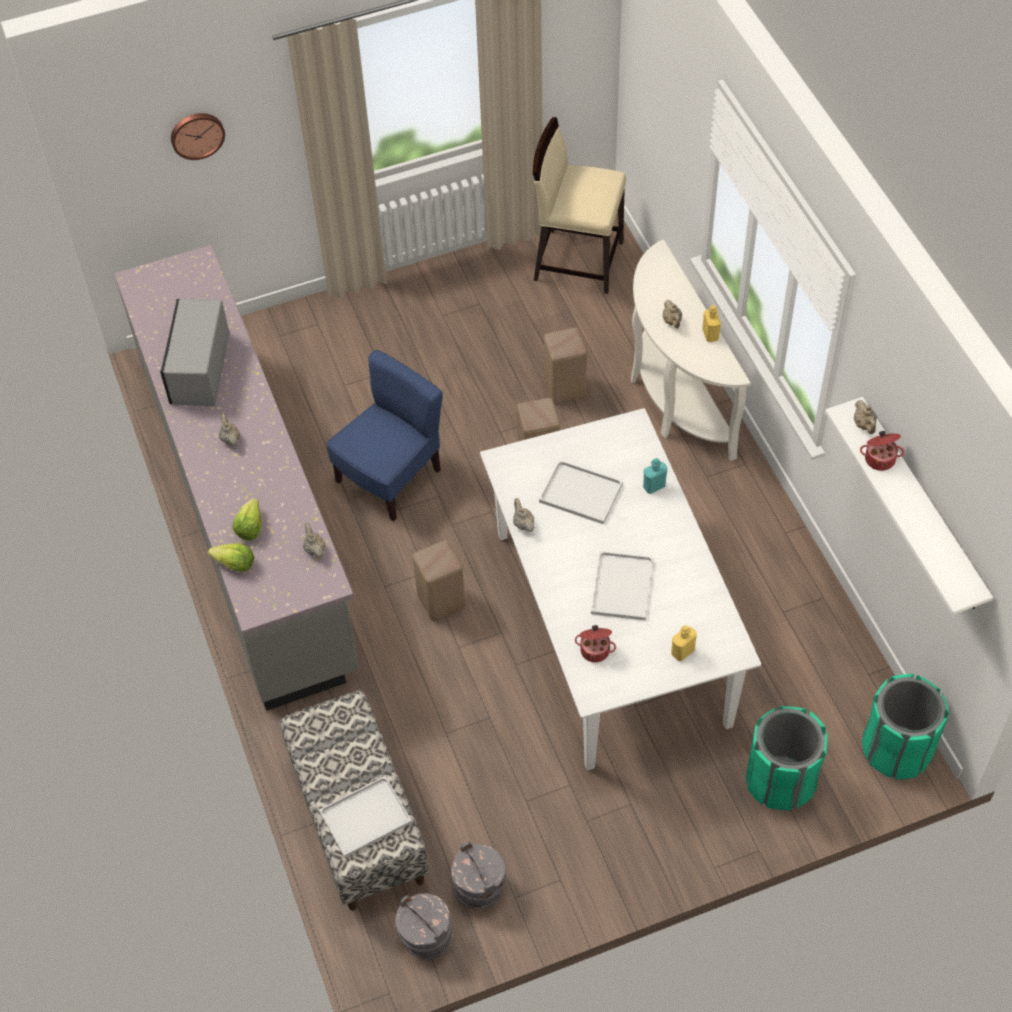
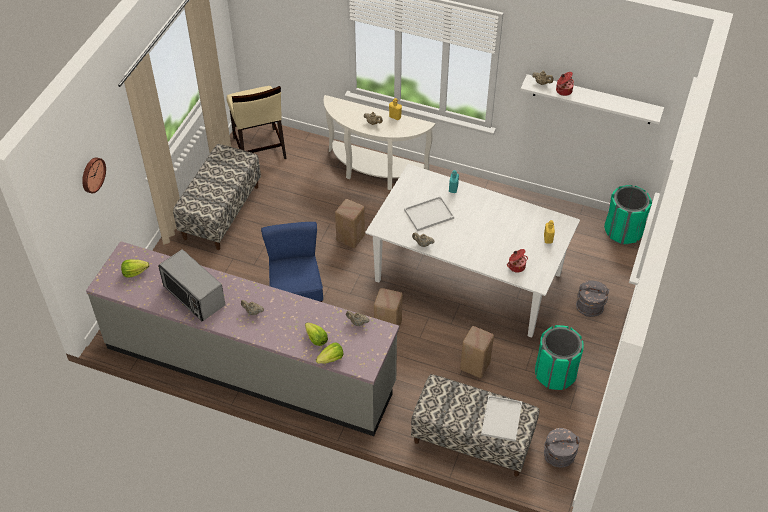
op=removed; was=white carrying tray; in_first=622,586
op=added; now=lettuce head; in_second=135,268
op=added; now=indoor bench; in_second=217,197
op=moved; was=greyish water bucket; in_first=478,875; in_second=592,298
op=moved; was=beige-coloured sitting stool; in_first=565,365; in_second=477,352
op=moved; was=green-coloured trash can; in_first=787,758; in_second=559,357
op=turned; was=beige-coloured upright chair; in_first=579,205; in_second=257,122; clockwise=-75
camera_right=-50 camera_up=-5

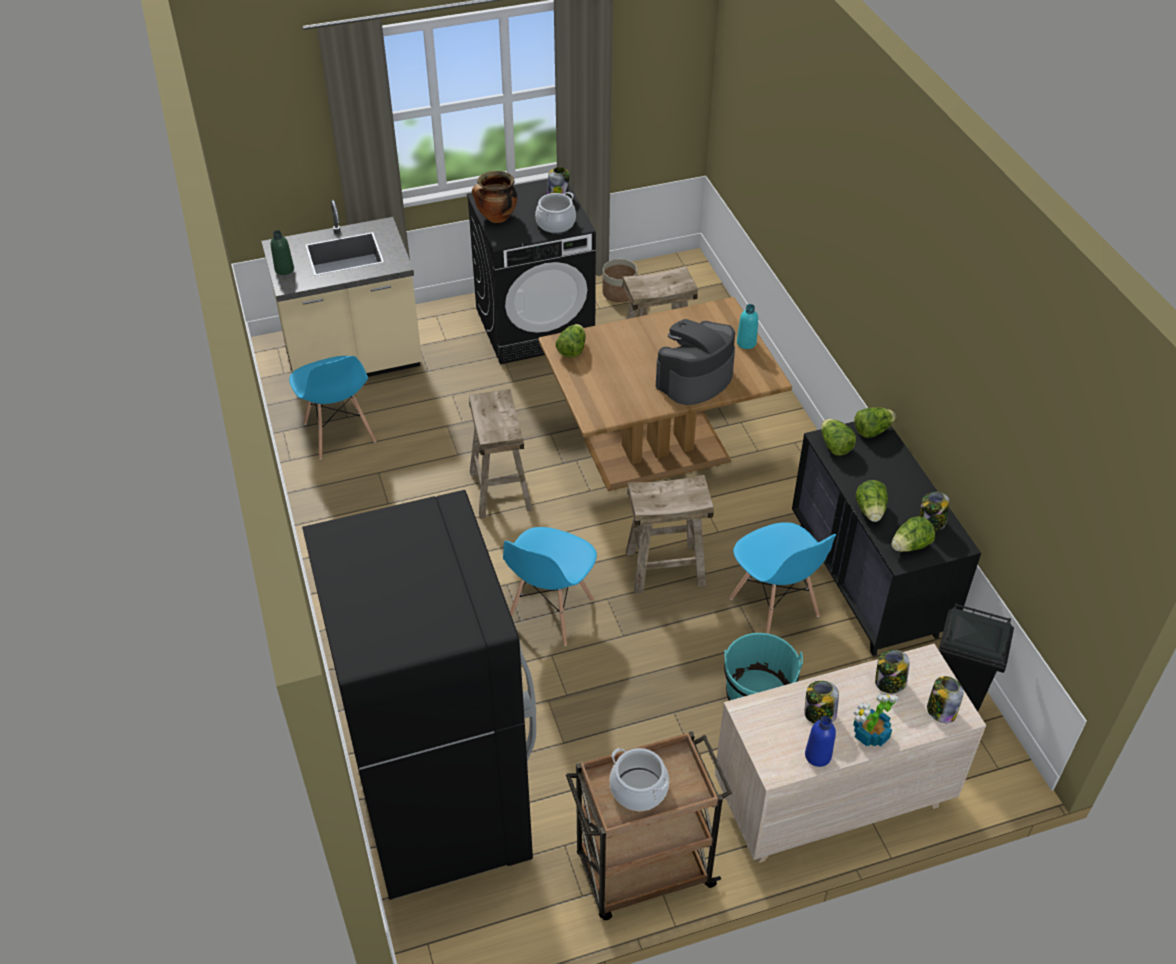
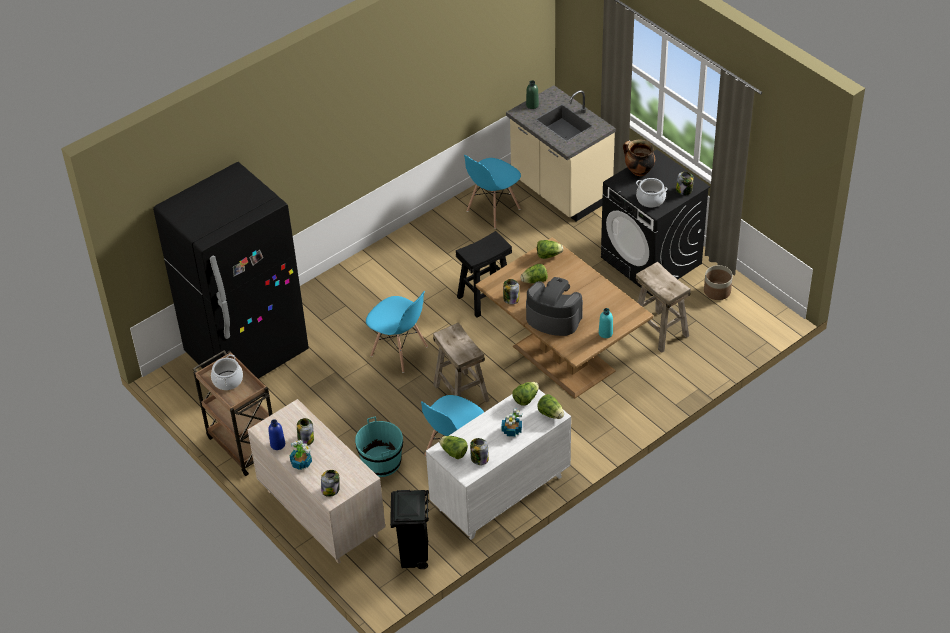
op=added; now=houseplant; in_second=511,423
op=moved; was=lettuce head; in_first=872,501; in_second=534,273
op=moved; was=jar; in_first=892,671; in_second=511,292
op=recoloured; was=beige-coloured sitting stool; now=blackish sitting stool; in_first=501,454; in_second=484,274
op=recoloured; was=blackish chest of drawers; now=white chest of drawers; in_first=886,539; in_second=498,464
op=turned; was=blue upright chair; in_first=550,586; in_second=397,332; clockwise=-150
camera_right=70 camera_up=0

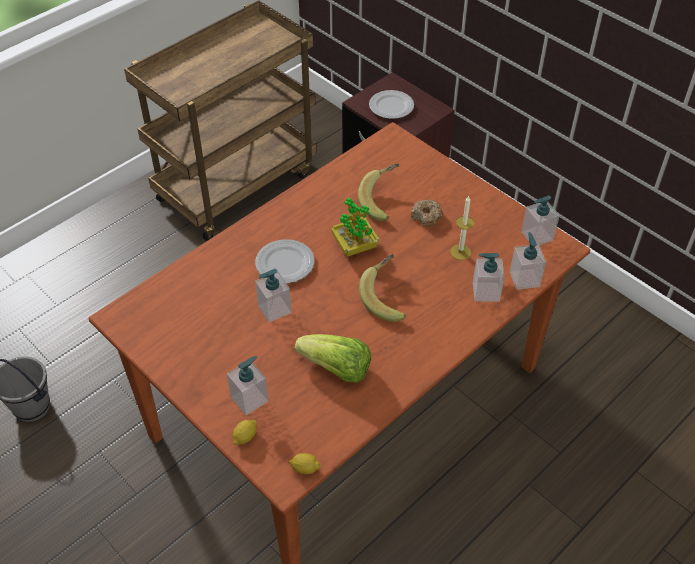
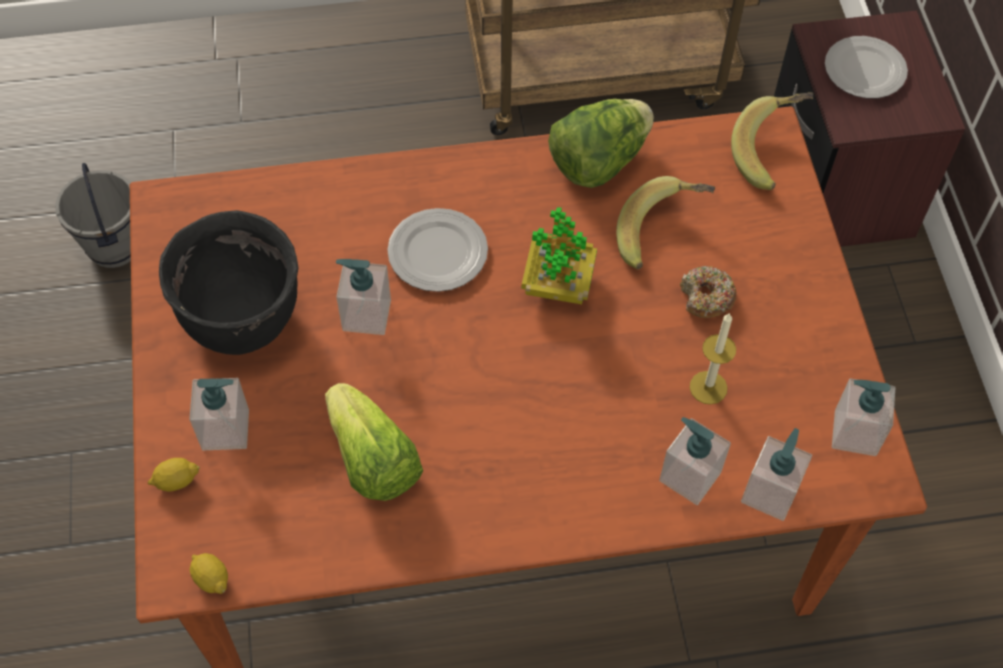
op=added; now=blackish stockpot; in_second=228,282
op=added; now=lettuce head; in_second=601,143
op=moved; was=banana fruit; in_first=382,288; in_second=772,141
camera_right=35 camera_up=10

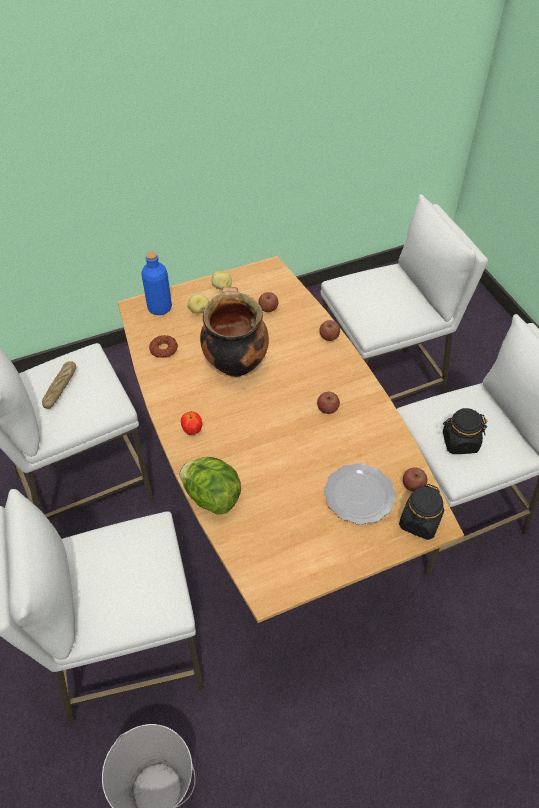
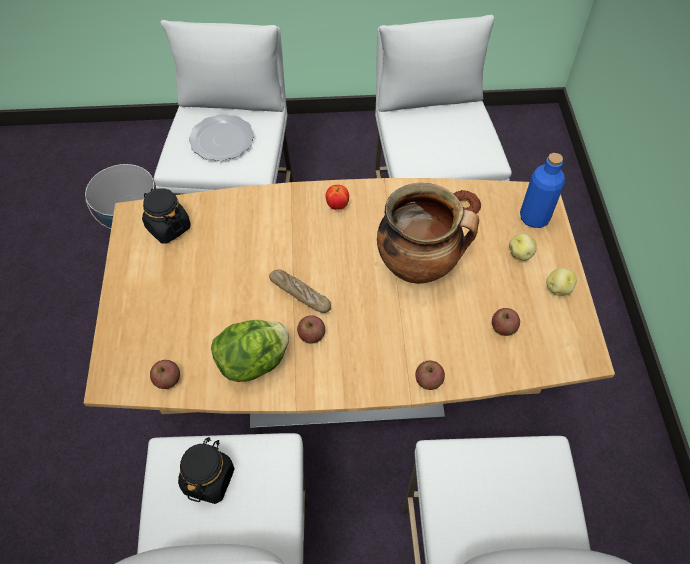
op=moved; was=bakery bread; in_first=59,385; in_second=300,291
op=moved; was=lettuce head; in_first=210,486; in_second=250,351
op=moved; was=plate; in_first=360,494; in_second=221,137
op=moved; was=blackish jar; in_first=421,512; in_second=166,215
camera_right=110 camera_up=5

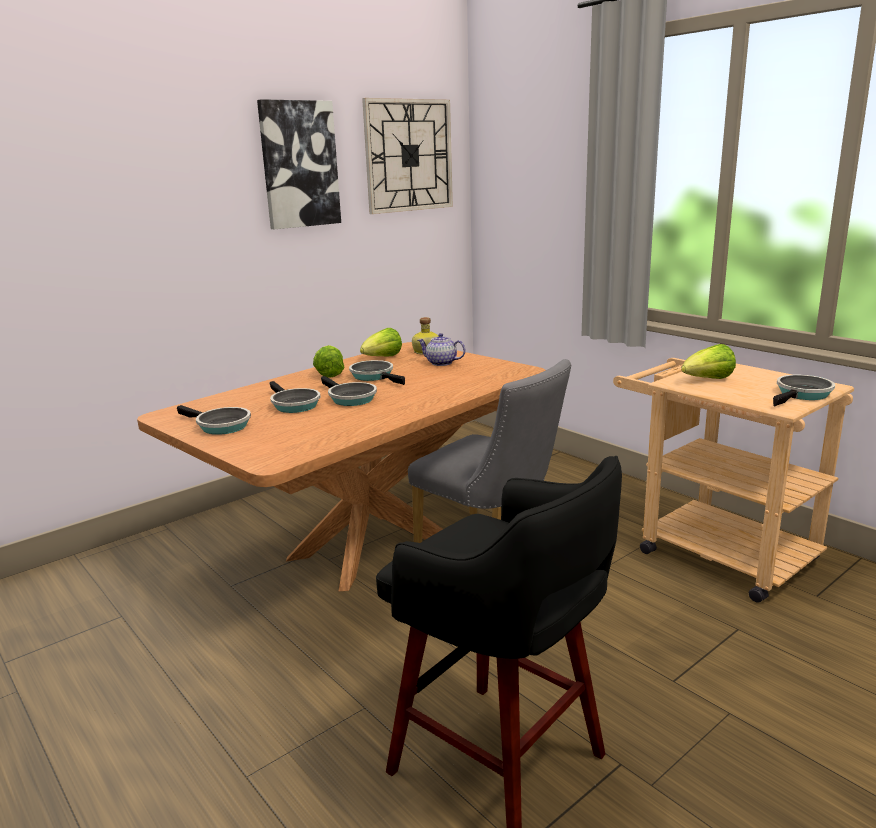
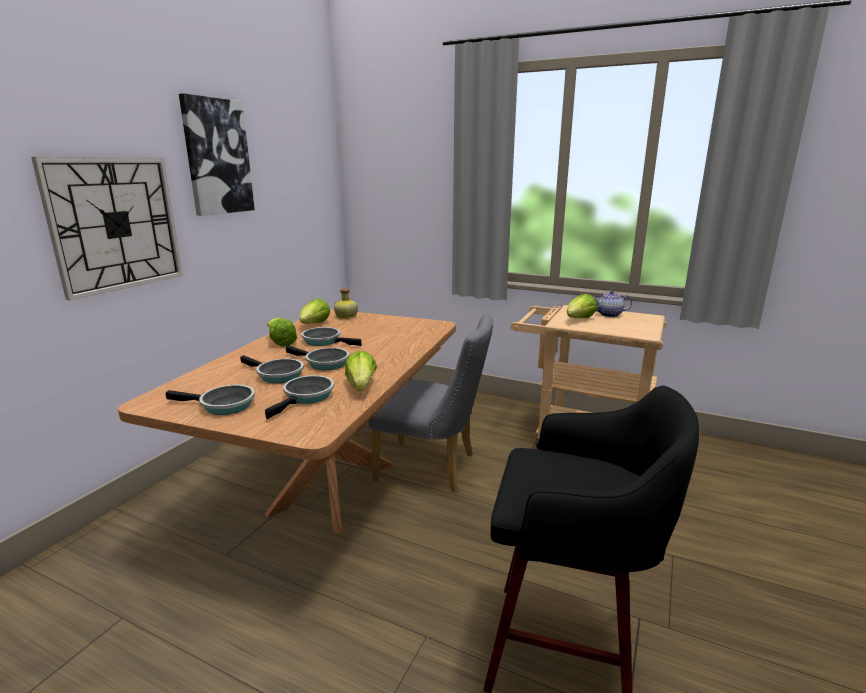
op=added; now=lettuce head; in_second=361,371
op=moved; was=hanging clock; in_first=407,156; in_second=107,229
op=moved; was=tea pot; in_first=442,349; in_second=612,304
op=moved; was=pan; in_first=804,390; in_second=299,397
camera_right=-25 camera_up=0

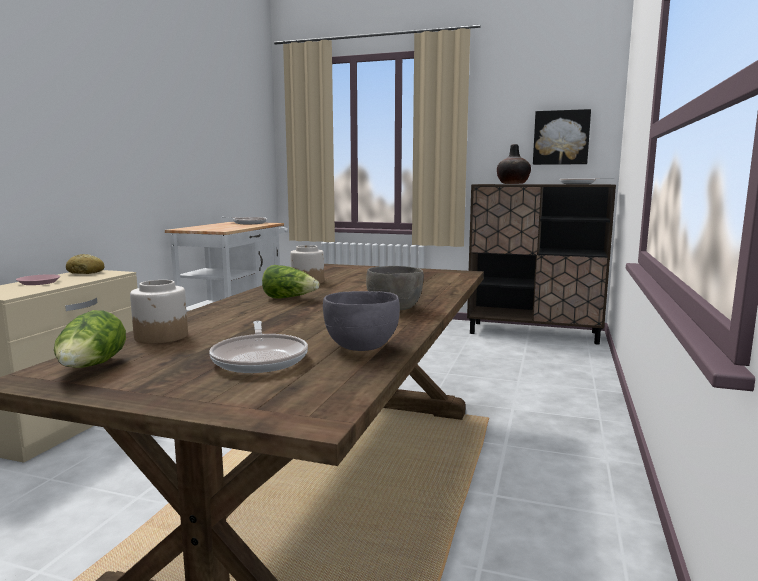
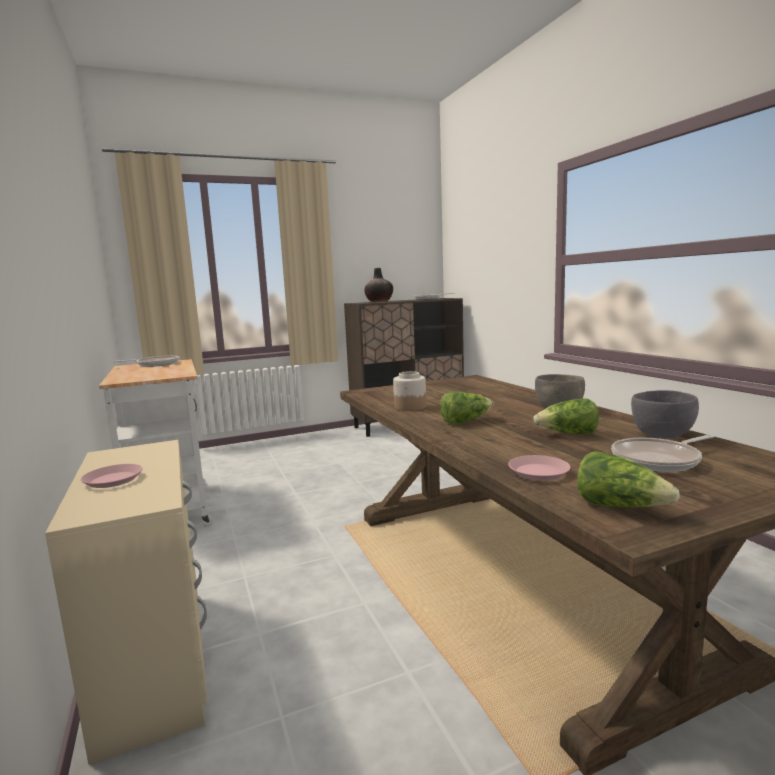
op=removed; was=bakery bread; in_first=85,264
op=removed; was=picture; in_first=562,137
op=added; now=lettuce head; in_second=566,416
op=replaced; was=jar; now=pink plate; in_first=159,312; in_second=539,468
op=turned; was=pan; in_first=258,347; in_second=662,453; clockwise=120
camera_right=-40 camera_up=0

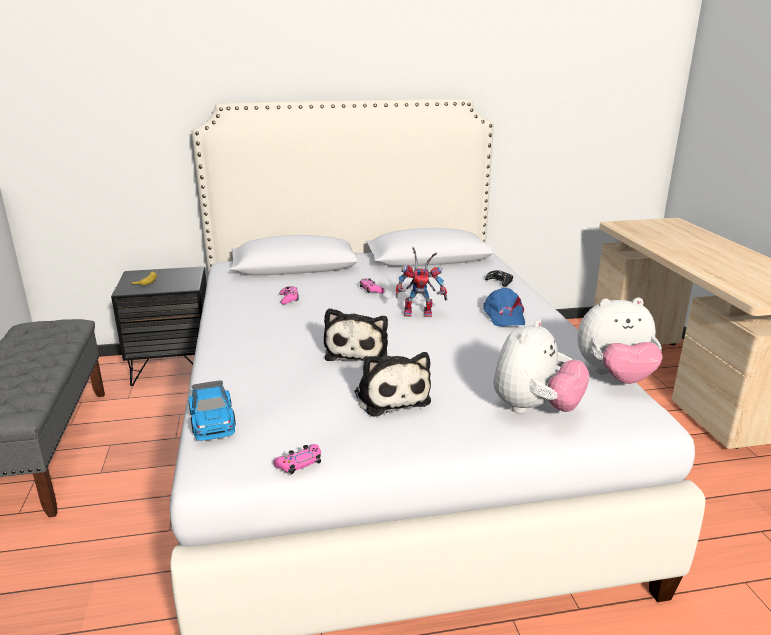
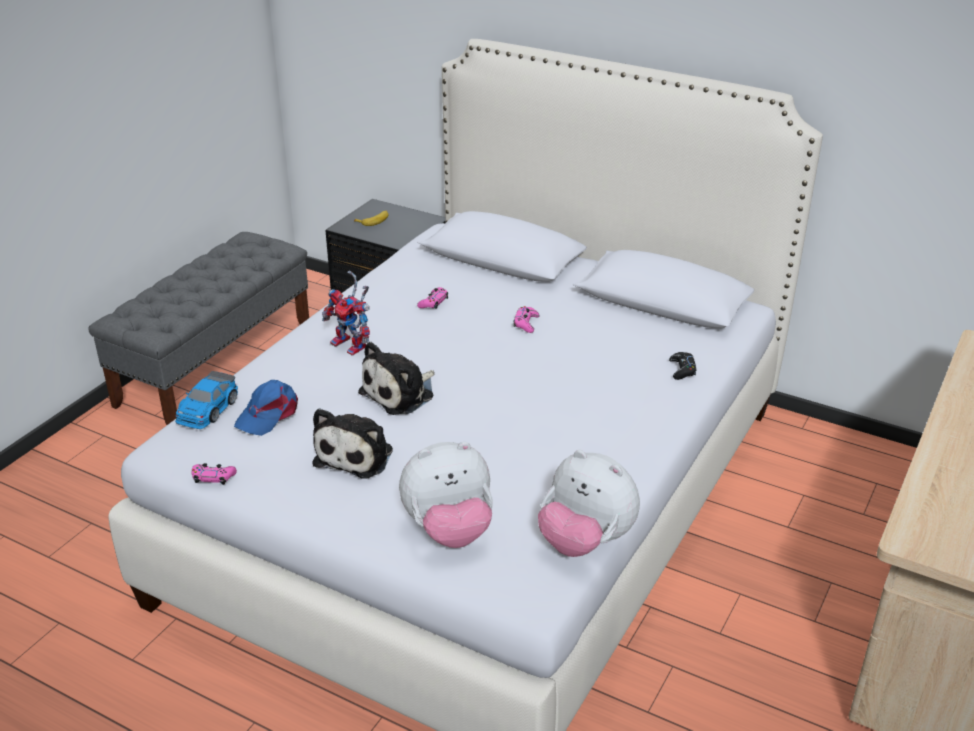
op=moved; was=robot figure; in_first=421,282; in_second=346,312
op=moved; was=blue peaked cap; in_first=504,306; in_second=266,408
camera_right=40 camera_up=10

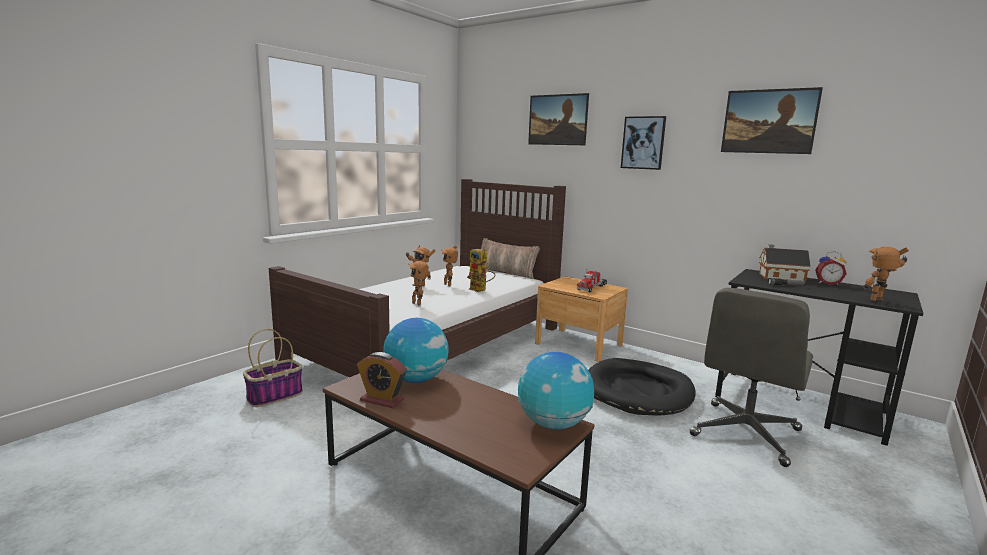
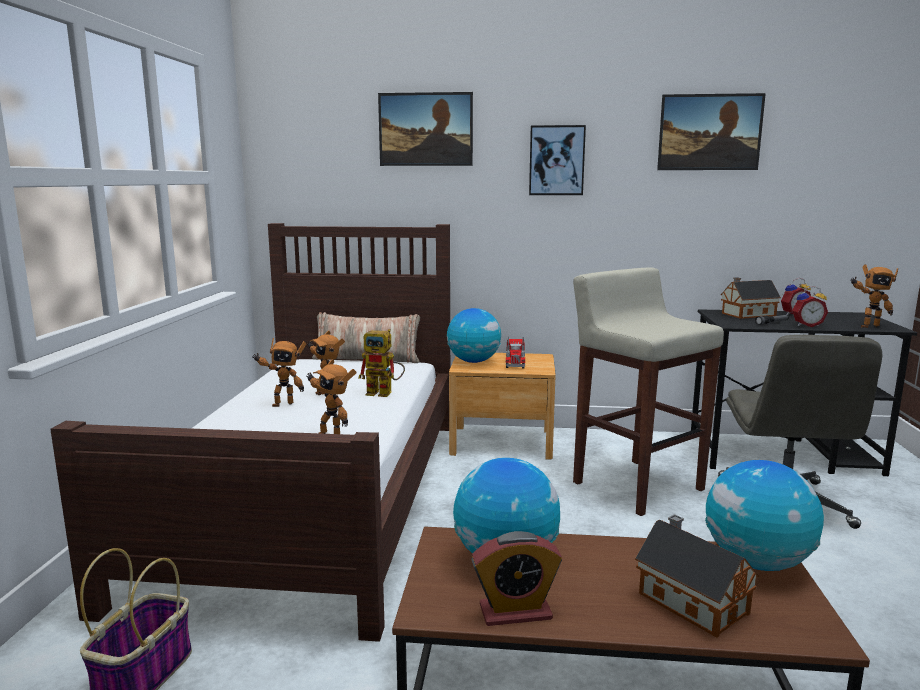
op=added; now=globe; in_second=474,335
op=added; now=miniature house; in_second=697,576
op=added; now=bedside clock; in_second=810,306
op=replaced; was=blackish pet bed; now=beige-coloured sitting stool; in_first=642,387; in_second=648,391
op=turned; was=robot figure; in_first=886,274; in_second=874,296; clockwise=-135
camera_right=-30 camera_up=0

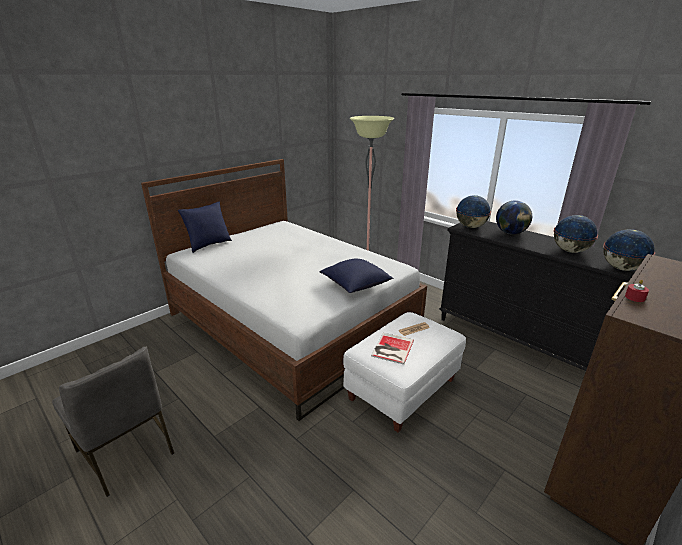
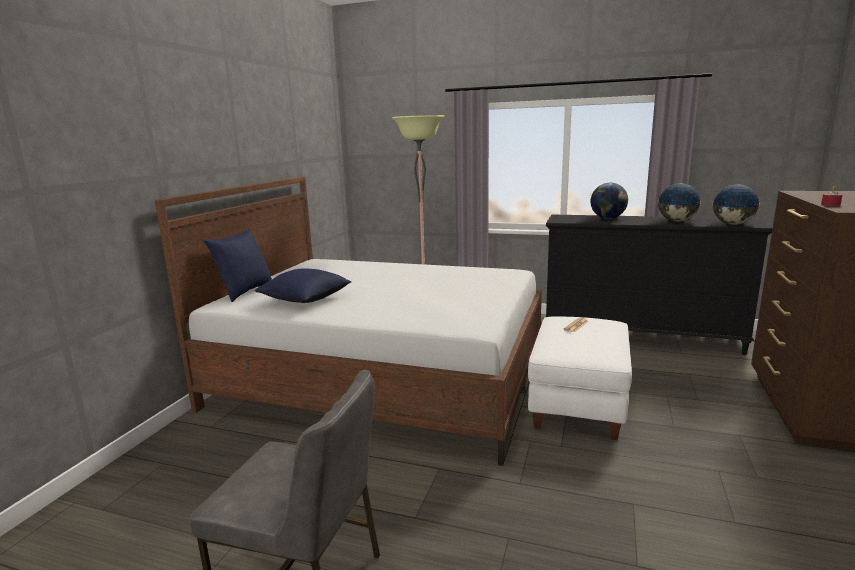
op=removed; was=volume; in_first=392,349
op=removed; was=globe; in_first=473,211
op=moved; was=blue pillow; in_first=356,276; in_second=303,286
camera_right=-25 camera_up=-10

